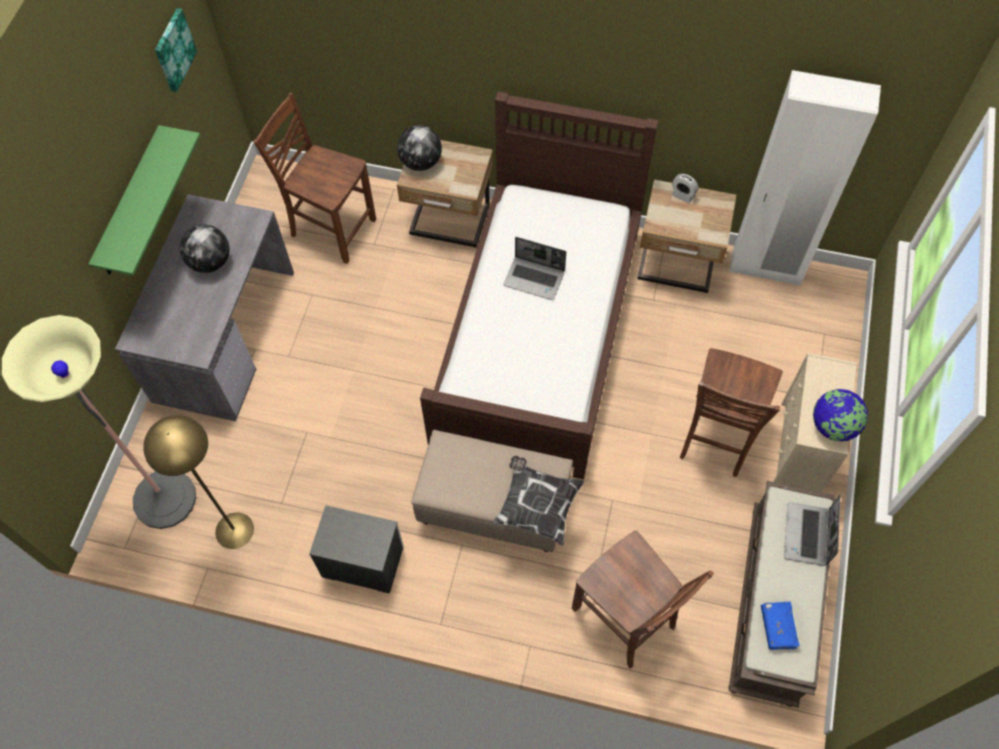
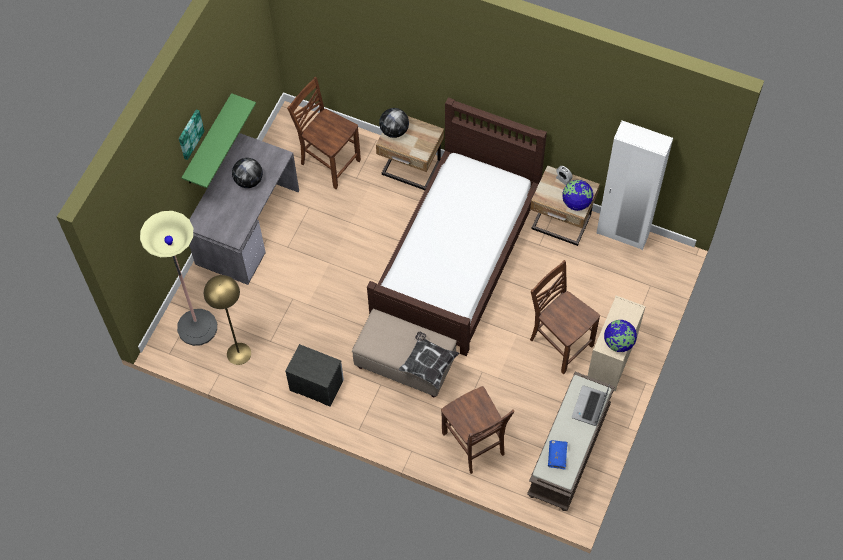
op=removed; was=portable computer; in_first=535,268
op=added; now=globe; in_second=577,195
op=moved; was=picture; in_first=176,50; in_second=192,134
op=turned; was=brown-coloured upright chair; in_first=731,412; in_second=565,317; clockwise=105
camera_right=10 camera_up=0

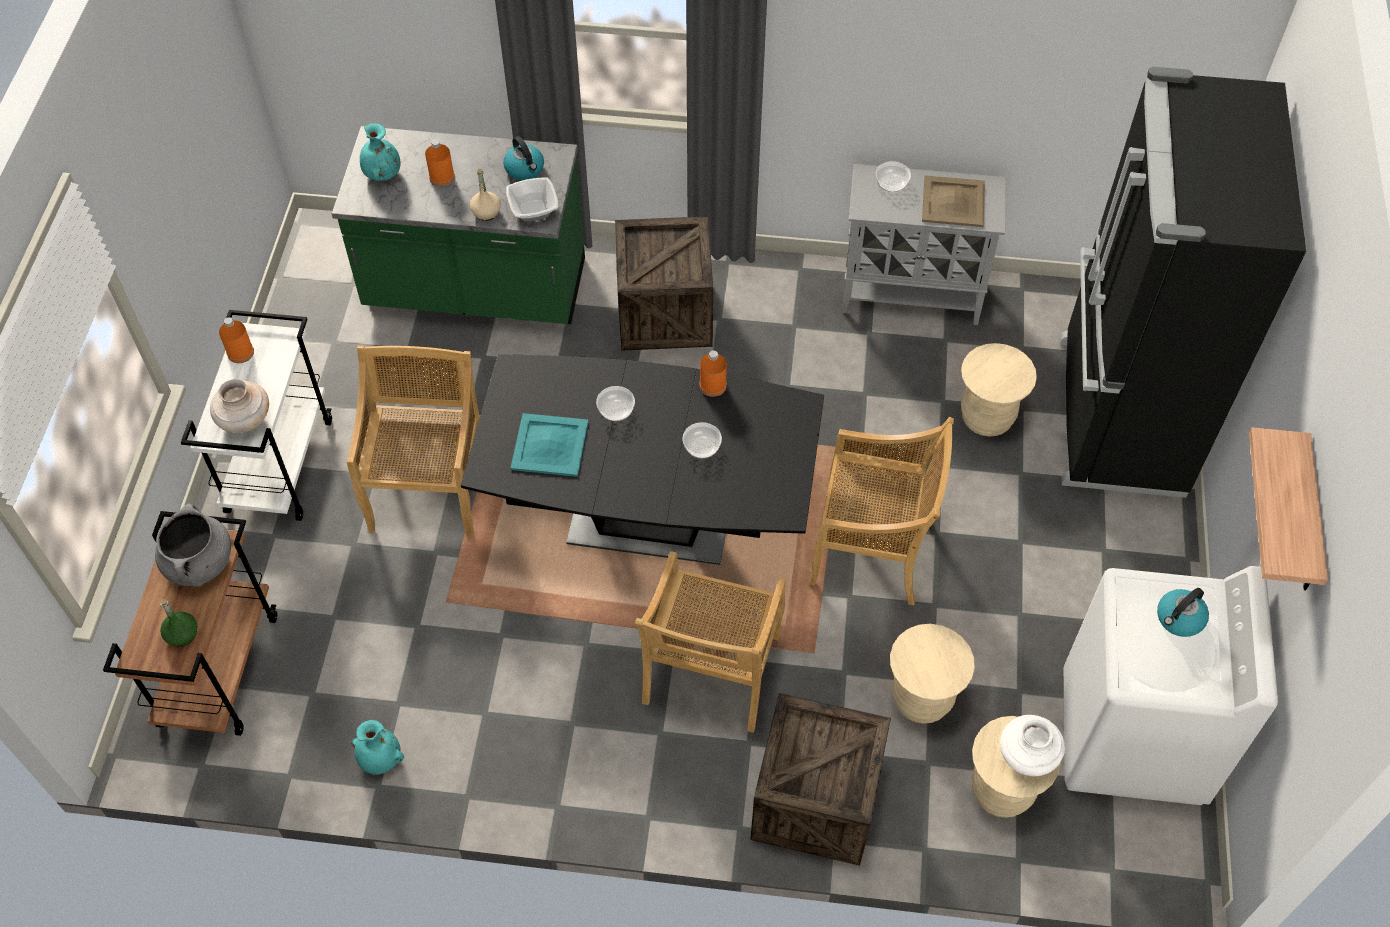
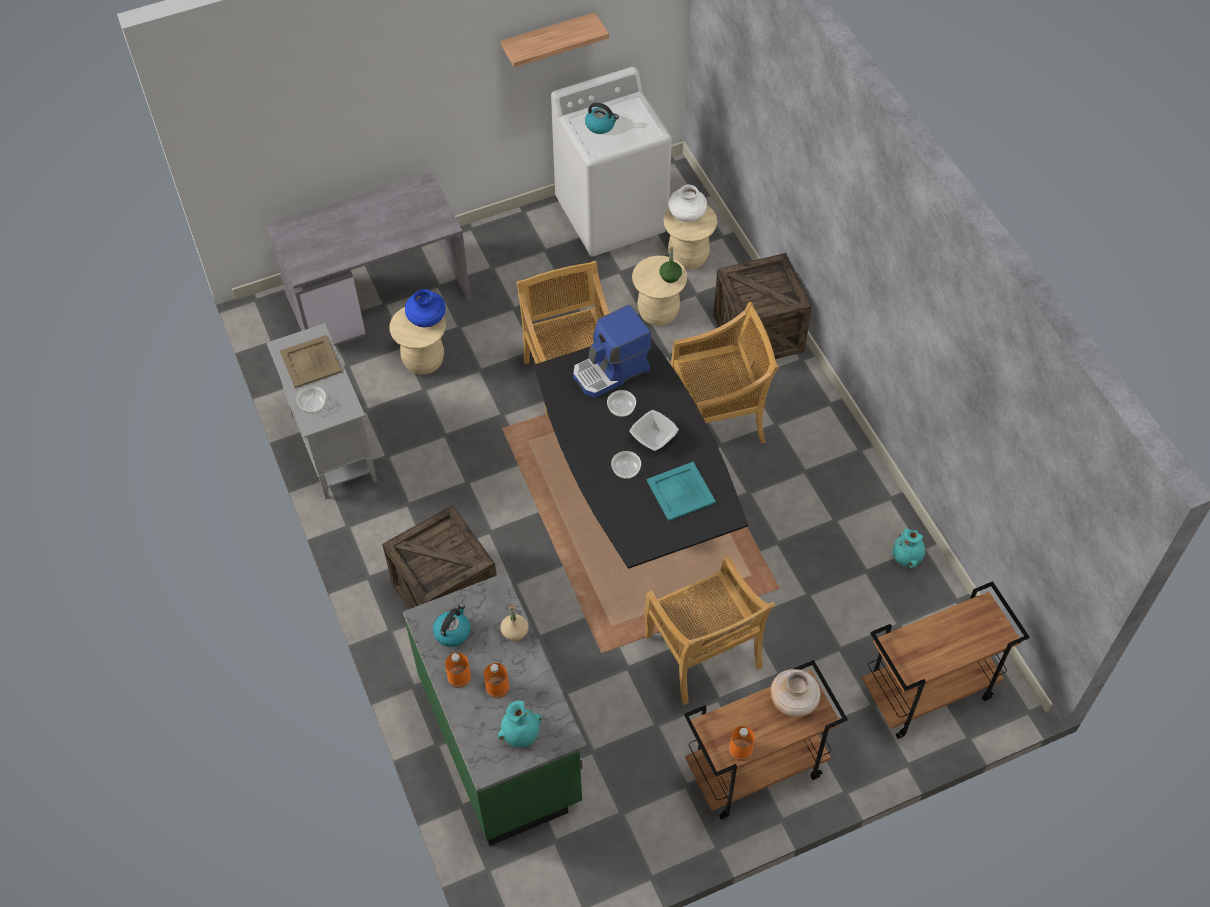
op=removed; was=greyish stockpot; in_first=193,545
op=added; now=blue decorative vase; in_second=425,308
op=added; now=coffee machine; in_second=612,351
op=moved; was=green-coloured bottle; in_first=178,622; in_second=670,265
op=moved; was=serving bowl; in_first=532,200; in_second=654,430
op=moved; was=orange bottle; in_first=713,373; in_second=458,670
op=replaced; was=blackish kitchen fridge; now=greyish desk unit; in_first=1183,282; in_second=369,259
op=recoloured; was=white cart; now=brown-coloured cart; in_first=256,415; in_second=766,740
op=turned; was=beige-coloured upright chair; in_first=413,441; in_second=709,630; clockwise=-90
camera_right=-120 camera_up=0

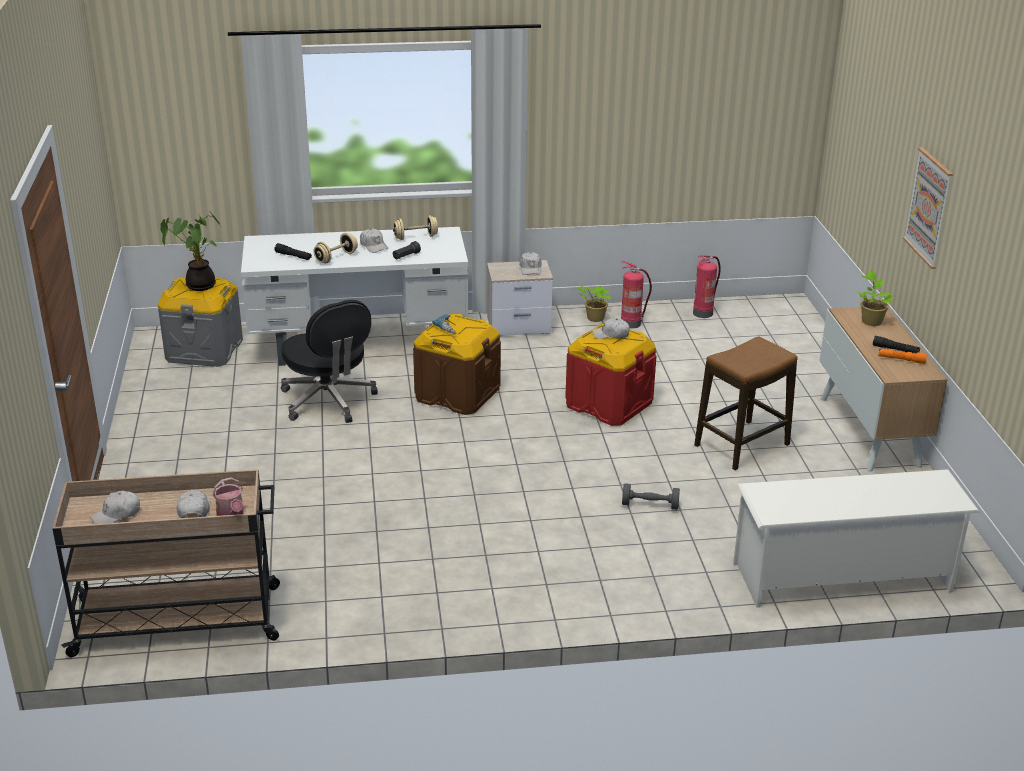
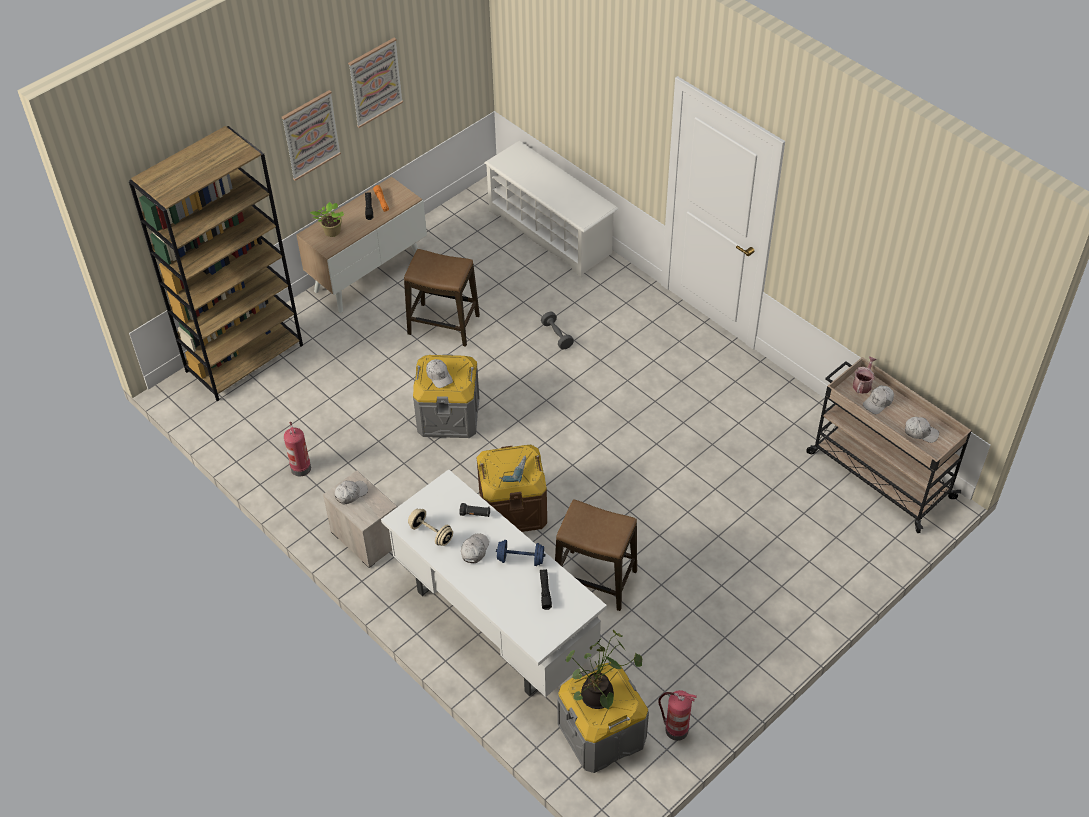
op=removed; was=houseplant; in_first=594,303
op=added; now=brown-coloured bookcase; in_second=216,263
op=added; now=picture; in_second=375,83
op=moved; was=fire-fighting cylinder; in_first=707,286; in_second=677,715
op=replaced; was=blackish office chair; now=sitting stool; in_first=329,361; in_second=596,555
op=recoloured; was=beige-coloured dumbbell; now=blue dumbbell; in_first=336,248; in_second=520,553
op=recoloured; was=reddish storage bin; now=greyish storage bin; in_first=610,375; in_second=446,396
camera_right=-125 camera_up=20

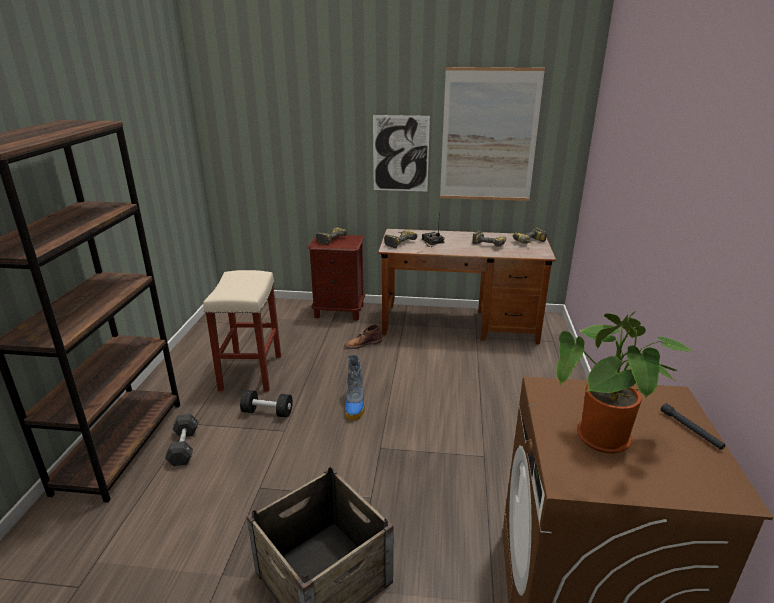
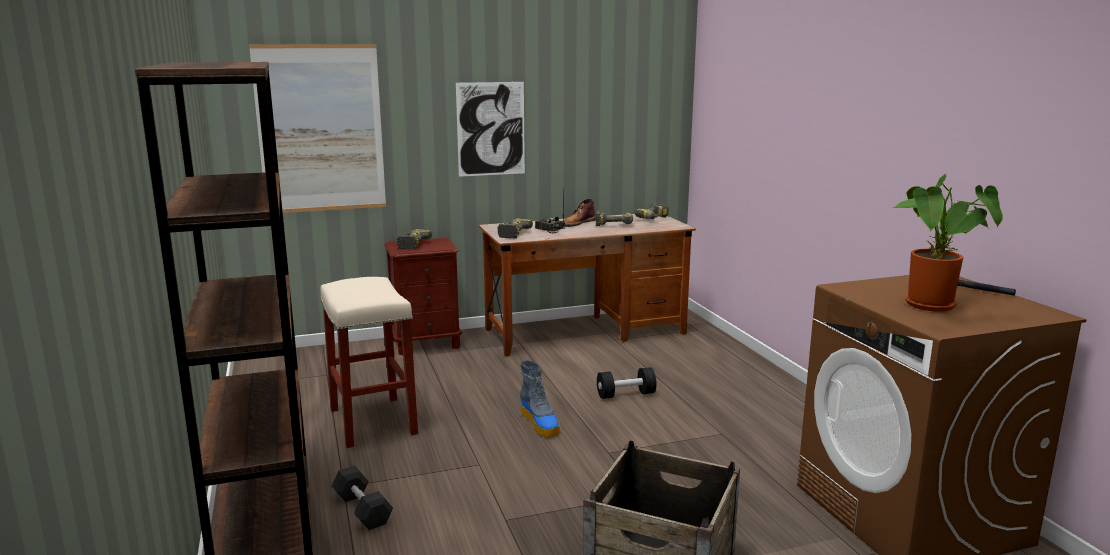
op=moved; was=blackish dumbbell; in_first=266,404; in_second=626,383
op=moved; was=brown-coloured boot; in_first=363,336; in_second=579,213
op=moved; was=picture; in_first=492,134; in_second=317,128
camera_right=-25 camera_up=-10

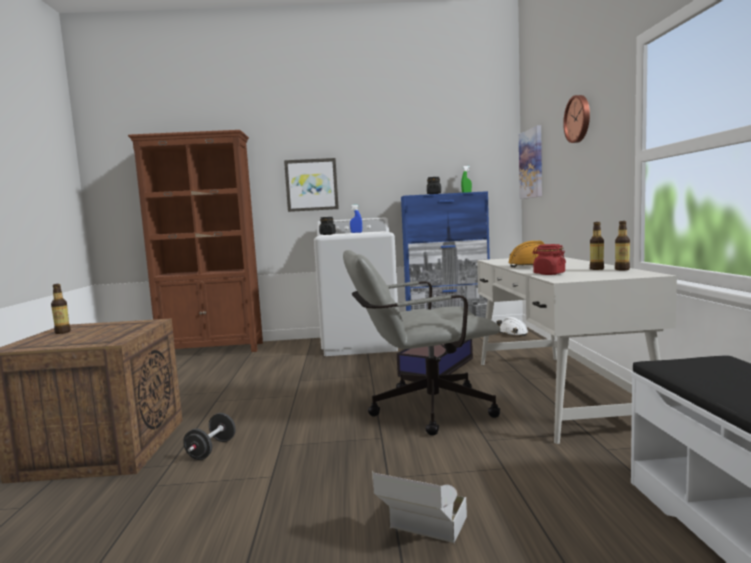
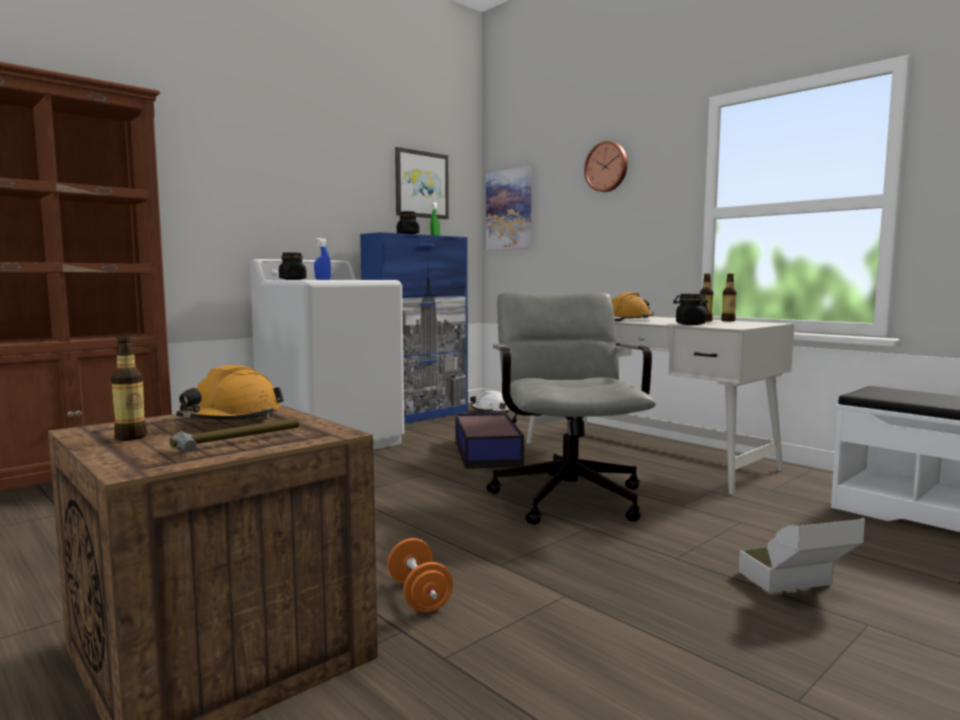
op=added; now=hammer; in_second=234,435
op=added; now=orange work helmet; in_second=230,392
op=moved; was=picture; in_first=311,185; in_second=422,183
op=recoloured; was=blackish dumbbell; now=orange dumbbell; in_first=209,436; in_second=420,575
op=recoloured; was=reddish jar; now=blackish jar; in_first=549,259; in_second=691,309
op=turned; was=greyish office chair; in_first=422,343; in_second=571,408; clockwise=135
camera_right=-40 camera_up=0

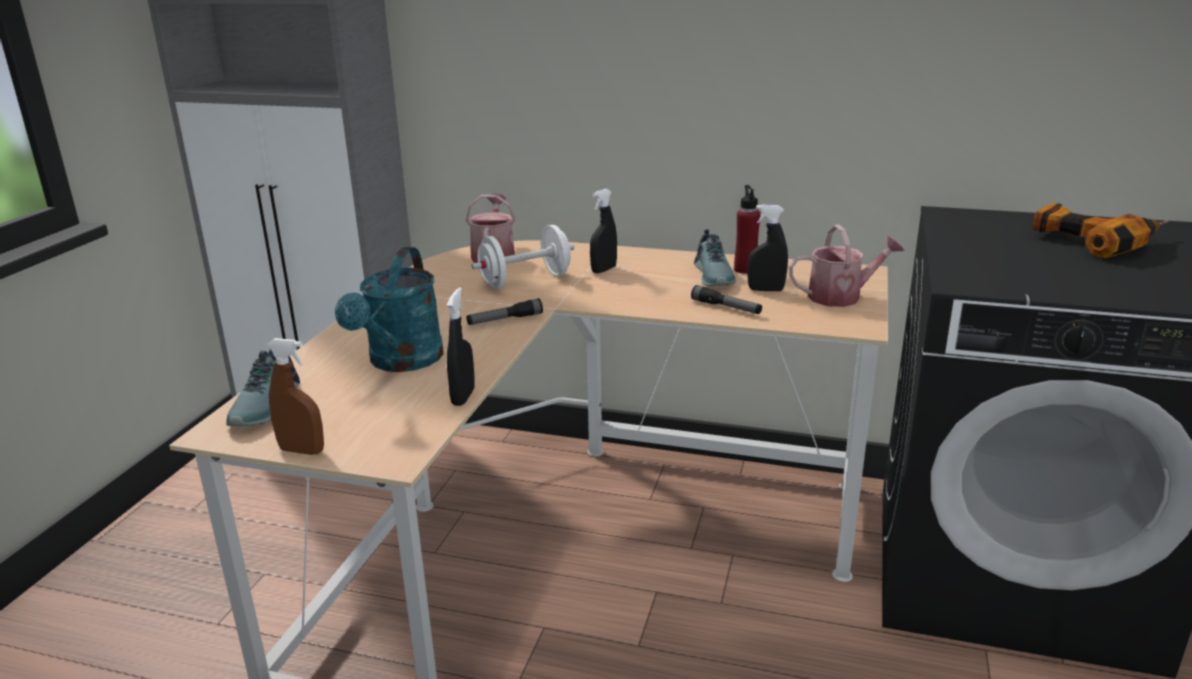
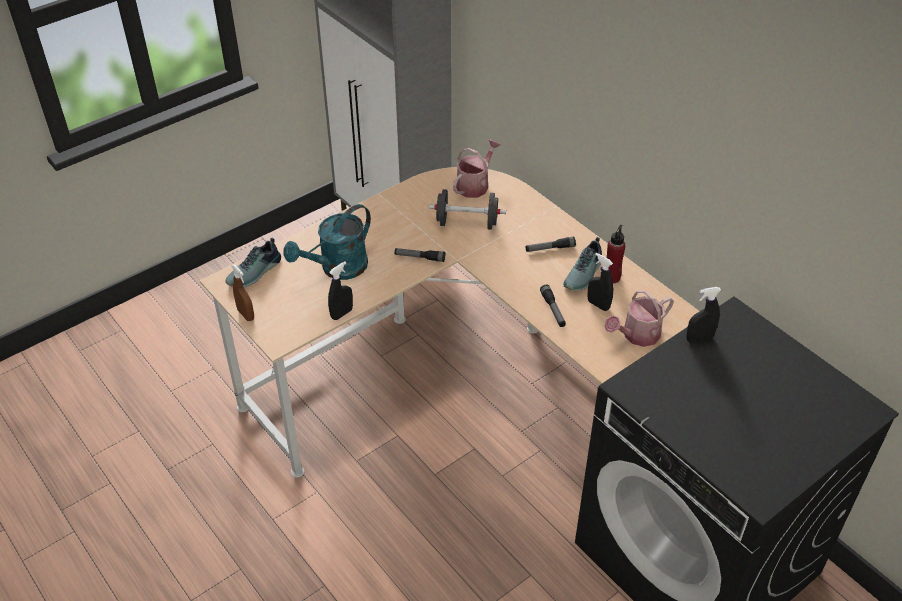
op=removed; was=electric drill; in_first=1100,230
op=added; now=flashlight; in_second=551,244
op=moved; was=blackish sprayer; in_first=603,231; in_second=703,315
op=recoloured; was=white dumbbell; now=blackish dumbbell; in_first=523,257; in_second=467,209
op=turned; was=watering pot; in_first=847,265; in_second=639,318; clockwise=120
camera_right=35 camera_up=20

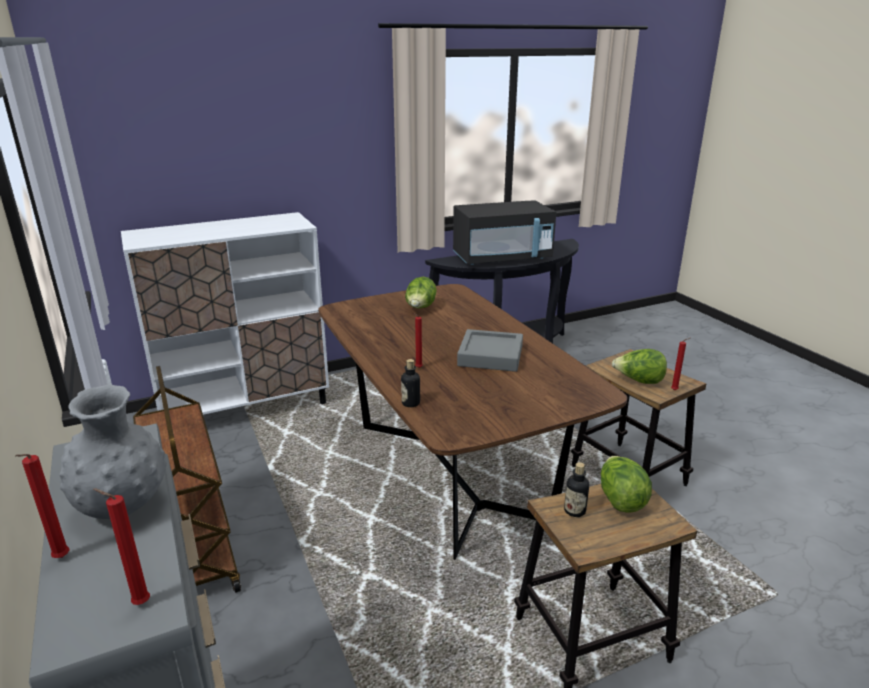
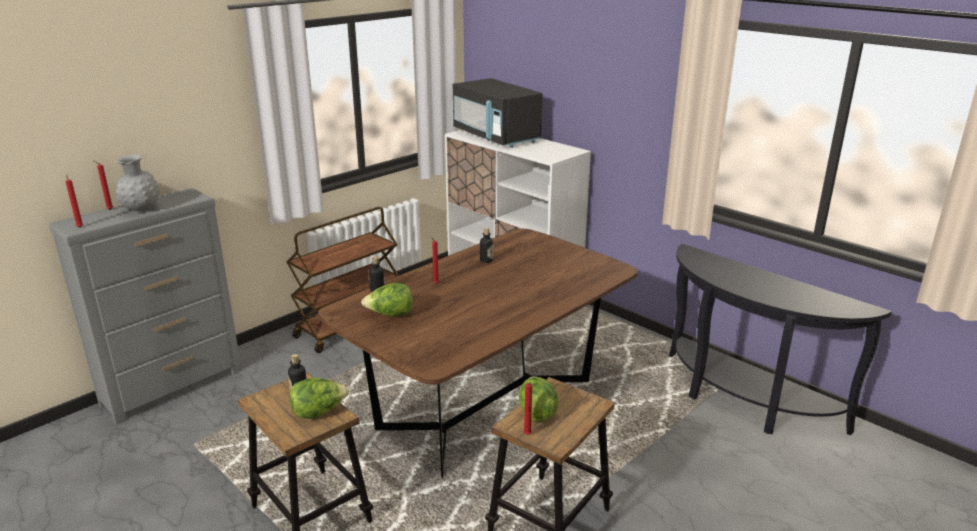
op=removed; was=greyish carrying tray; in_first=490,350
op=added; now=bottle; in_second=486,245
op=moved; was=lettuce head; in_first=421,292; in_second=387,300
op=moved; was=blackish microwave; in_first=504,232; in_second=497,113
camera_right=70 camera_up=0

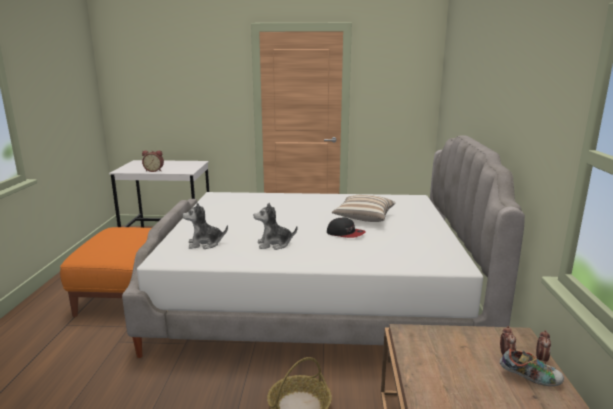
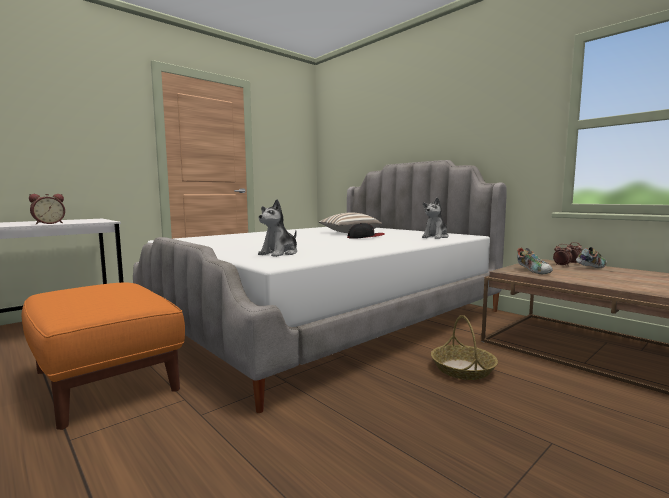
op=added; now=item of footwear; in_second=535,261
op=moved; was=cuddly toy; in_first=275,226; in_second=435,218
camera_right=-45 camera_up=-10

